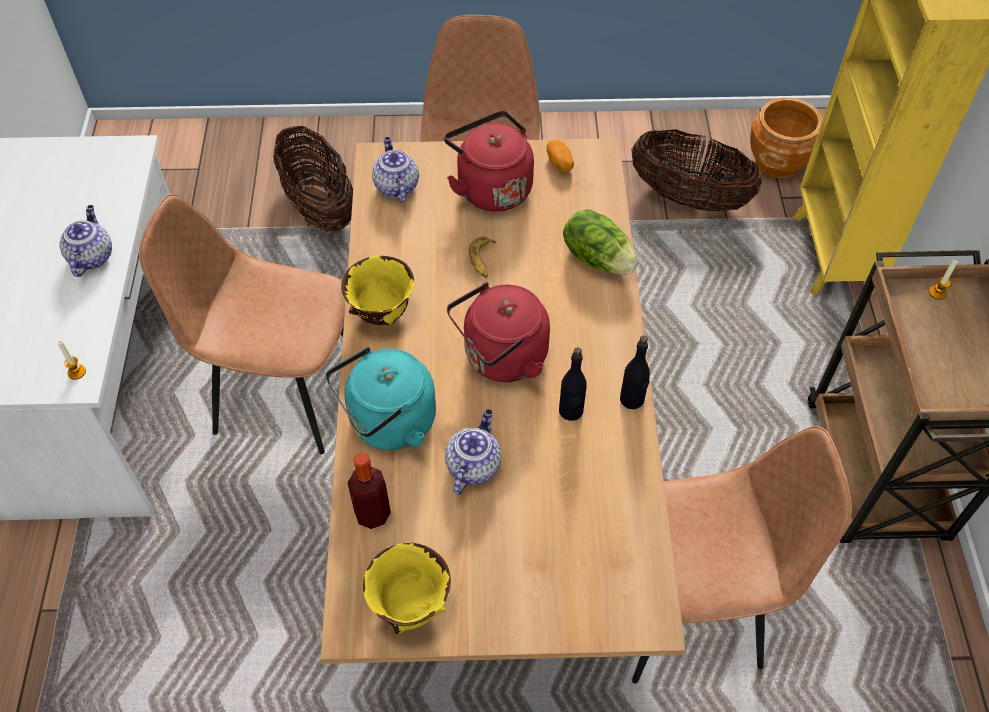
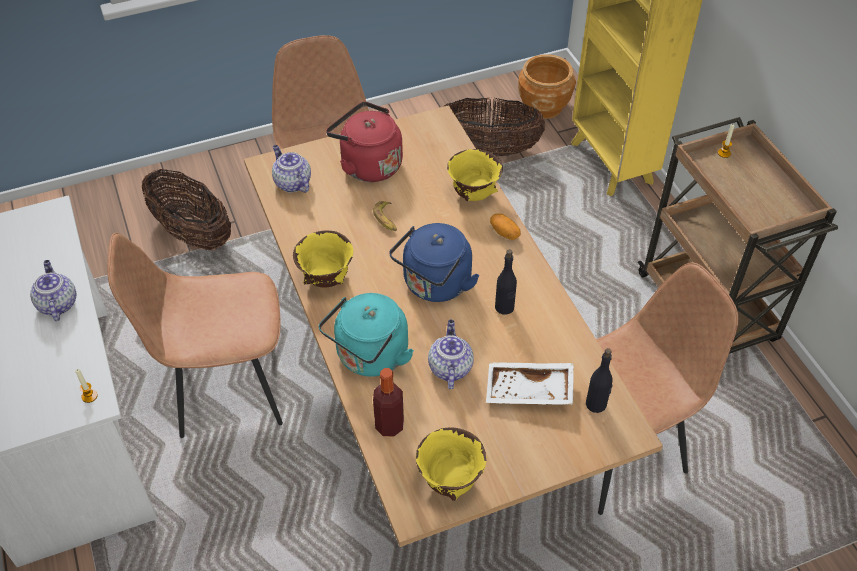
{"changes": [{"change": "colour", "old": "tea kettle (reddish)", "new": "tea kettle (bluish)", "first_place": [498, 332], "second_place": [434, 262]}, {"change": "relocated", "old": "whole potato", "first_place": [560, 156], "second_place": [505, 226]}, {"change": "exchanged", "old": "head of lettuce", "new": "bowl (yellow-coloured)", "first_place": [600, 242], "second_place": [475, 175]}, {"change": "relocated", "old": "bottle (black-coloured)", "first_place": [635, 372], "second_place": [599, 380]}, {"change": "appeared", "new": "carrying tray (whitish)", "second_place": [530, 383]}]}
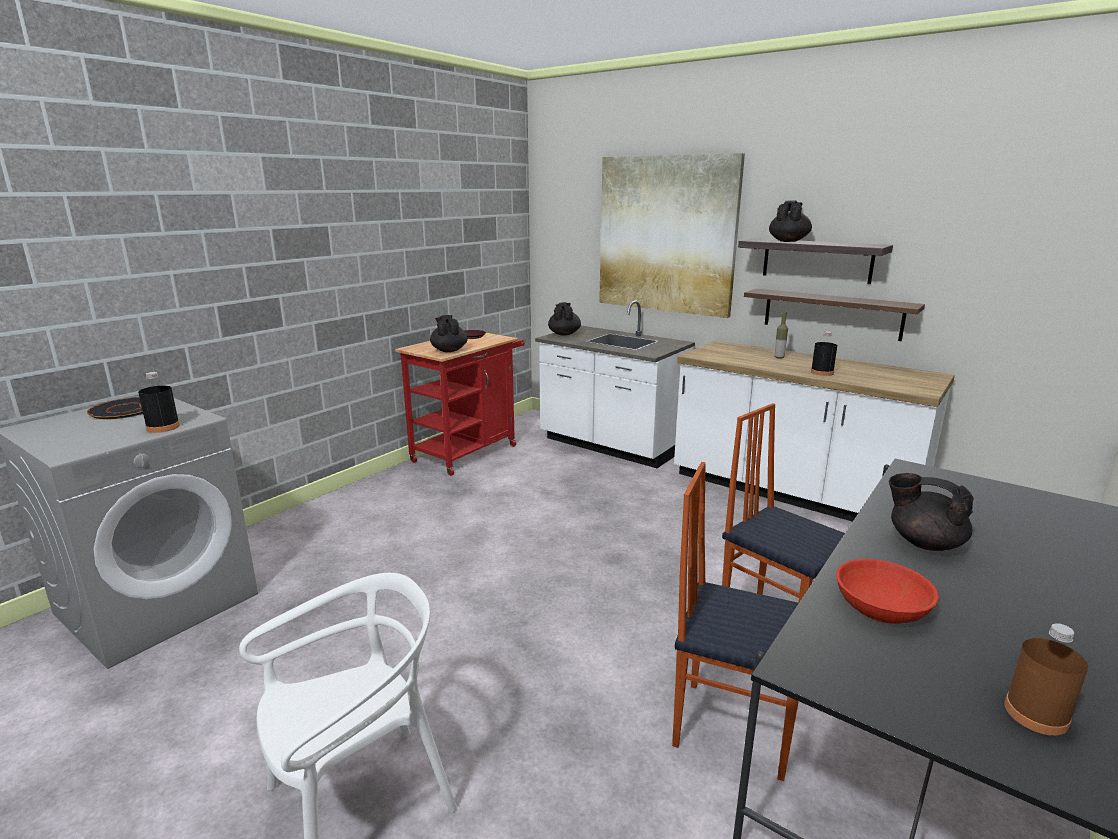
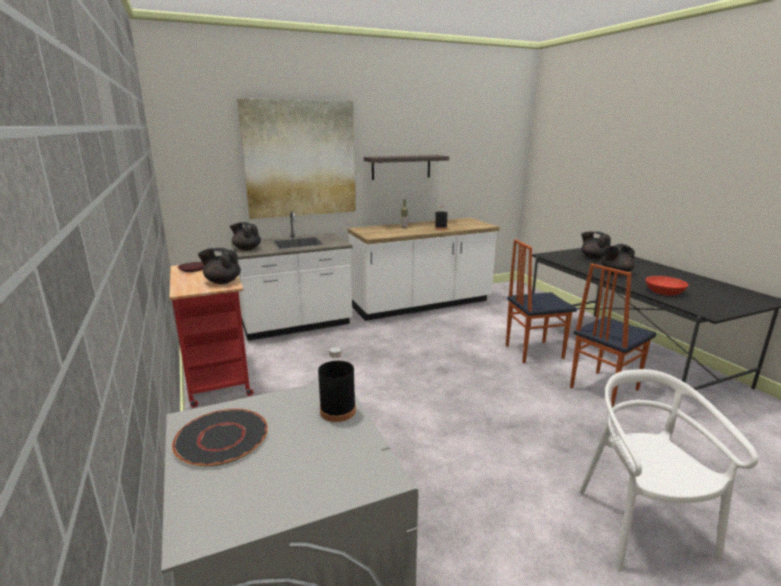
{"changes": [{"change": "missing", "old": "bracket shelf", "first_place": [834, 315]}, {"change": "relocated", "old": "tea pot (black-coloured)", "first_place": [790, 221], "second_place": [596, 245]}, {"change": "missing", "old": "bottle (brownish)", "first_place": [1046, 679]}]}
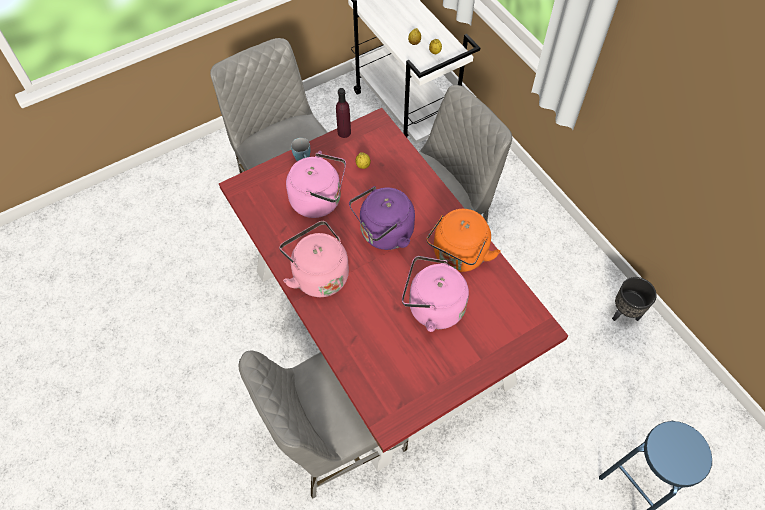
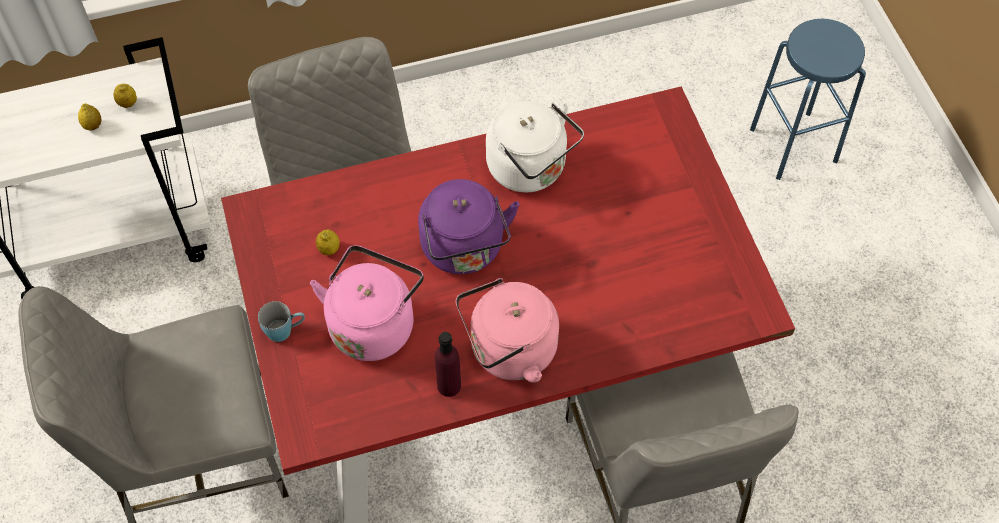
{"changes": [{"change": "relocated", "old": "bottle (purple-coloured)", "first_place": [343, 113], "second_place": [448, 364]}, {"change": "missing", "old": "tea kettle (pinkish)", "first_place": [435, 294]}, {"change": "colour", "old": "tea kettle (orange-coloured)", "new": "tea kettle (whitish)", "first_place": [463, 240], "second_place": [535, 146]}, {"change": "missing", "old": "planter (black-coloured)", "first_place": [634, 299]}]}
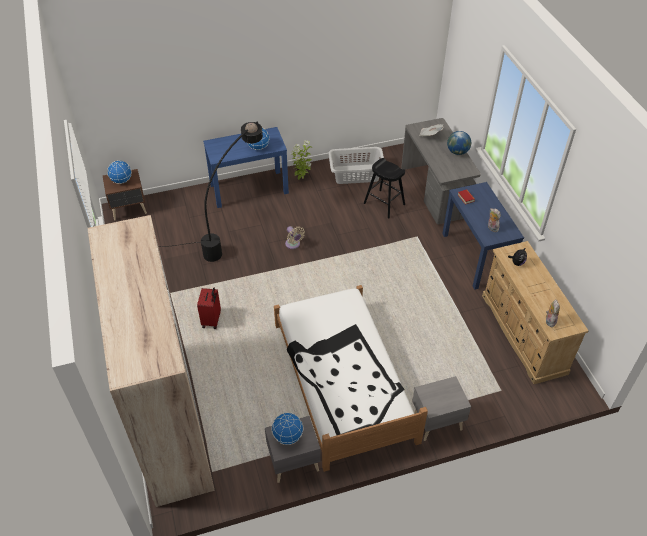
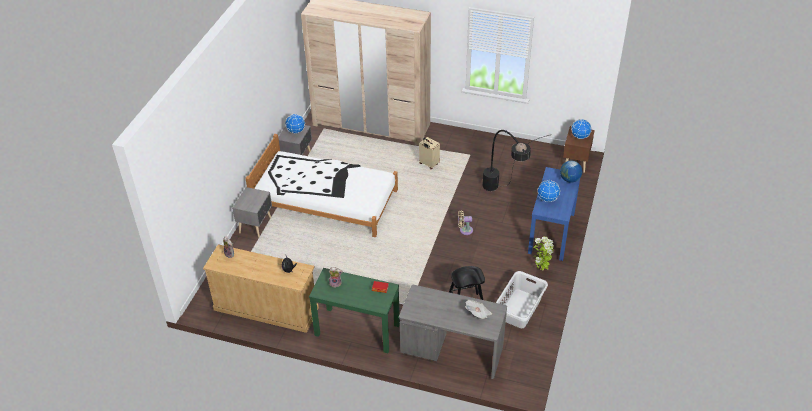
{"changes": [{"change": "colour", "old": "suitcase (reddish)", "new": "suitcase (sand-coloured)", "first_place": [209, 308], "second_place": [429, 153]}, {"change": "colour", "old": "hall table (bluish)", "new": "hall table (green)", "first_place": [483, 236], "second_place": [354, 310]}, {"change": "relocated", "old": "desk globe", "first_place": [459, 143], "second_place": [571, 172]}]}
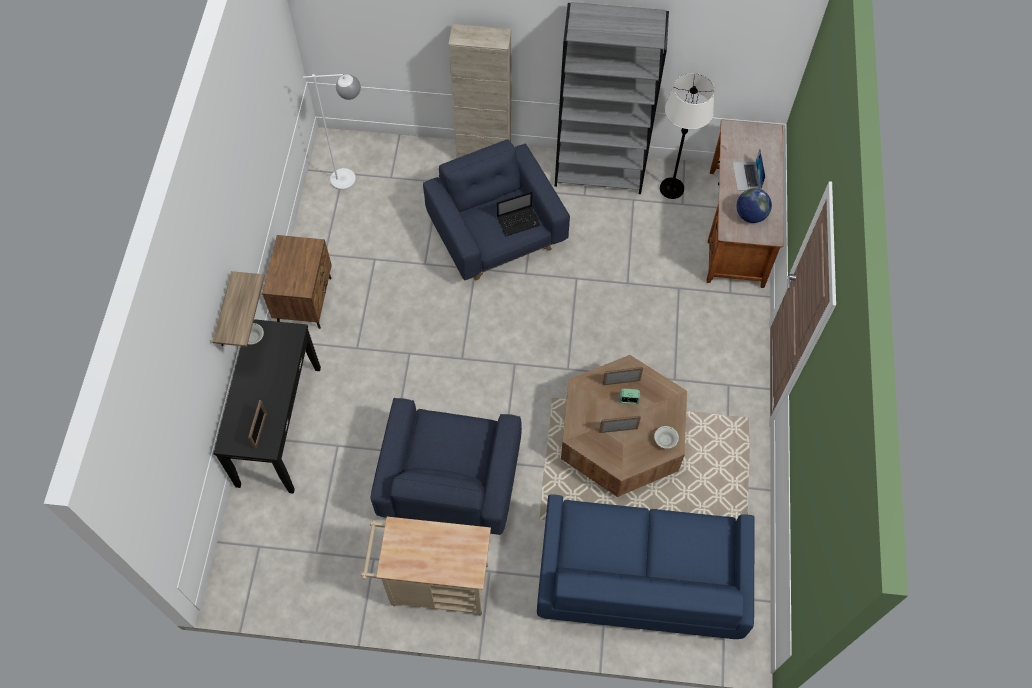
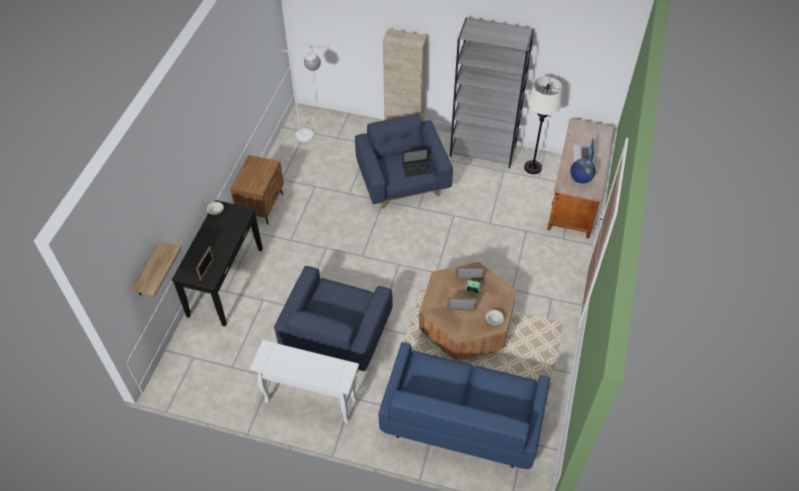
{"changes": [{"change": "relocated", "old": "bracket shelf", "first_place": [238, 309], "second_place": [156, 268]}, {"change": "exchanged", "old": "trolley (sand-coloured)", "new": "hall table (whitish)", "first_place": [426, 566], "second_place": [304, 382]}]}
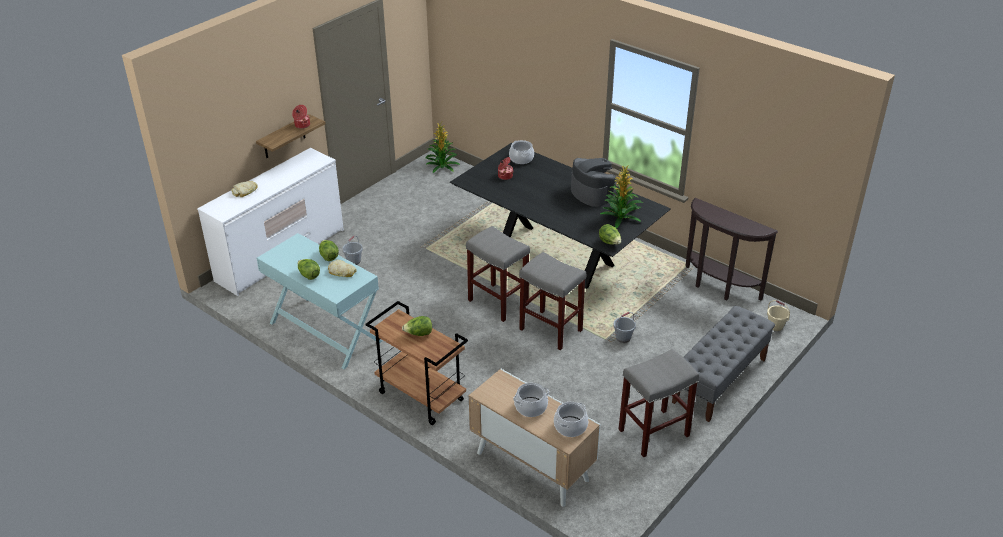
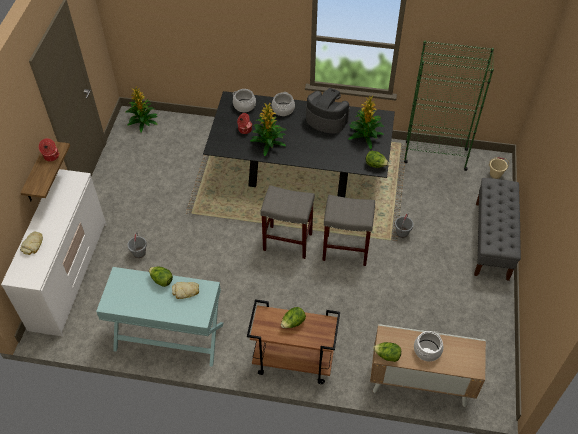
{"changes": [{"change": "relocated", "old": "head of lettuce", "first_place": [309, 269], "second_place": [387, 352]}, {"change": "relocated", "old": "cooking pot", "first_place": [571, 419], "second_place": [283, 104]}, {"change": "missing", "old": "sitting stool (greyish)", "first_place": [658, 403]}, {"change": "exchanged", "old": "hall table (brownish)", "new": "bookcase (green)", "first_place": [731, 249], "second_place": [449, 106]}, {"change": "appeared", "new": "plant in a pot", "second_place": [268, 129]}]}
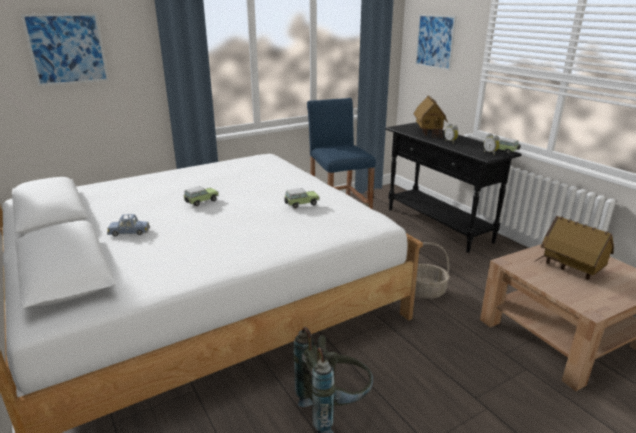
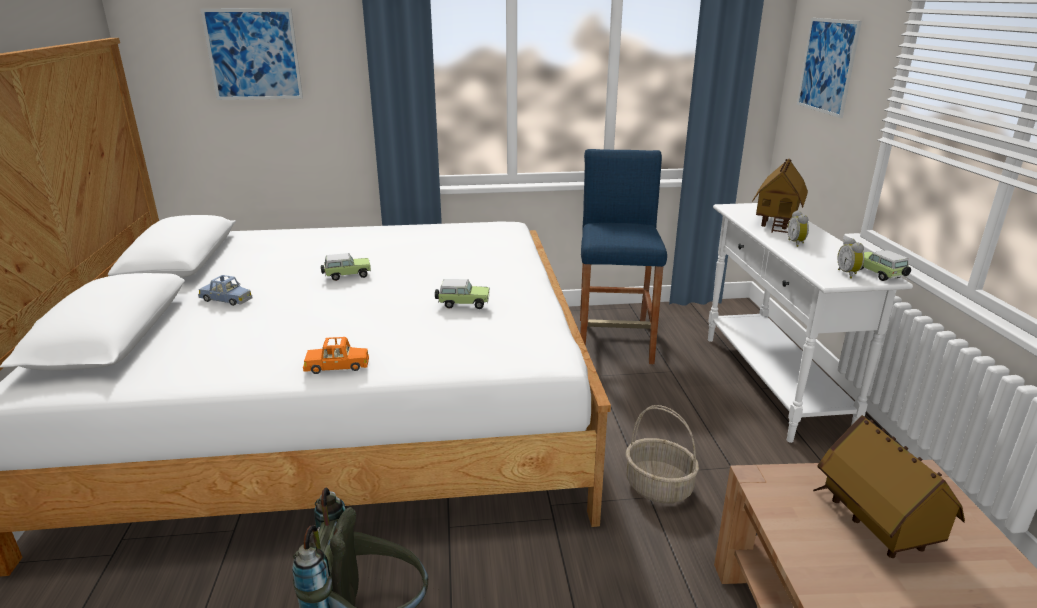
{"changes": [{"change": "colour", "old": "hall table (black-coloured)", "new": "hall table (whitish)", "first_place": [454, 187], "second_place": [810, 323]}, {"change": "appeared", "new": "miniature car (orange-coloured)", "second_place": [336, 355]}]}
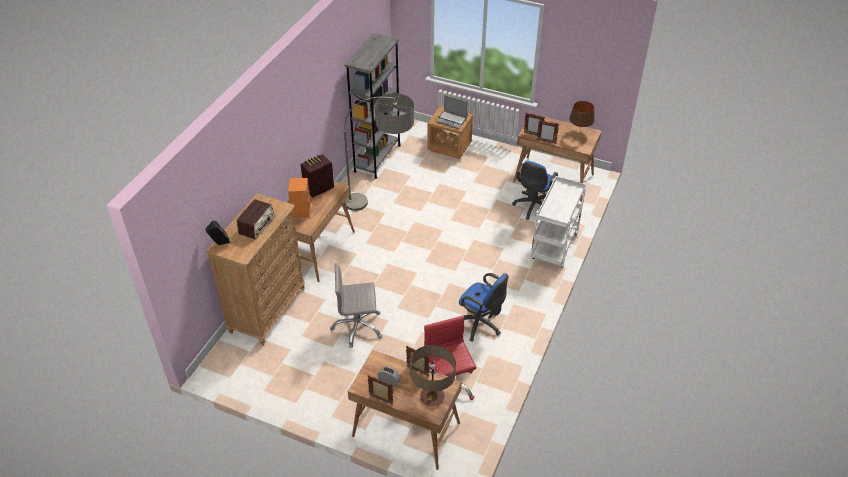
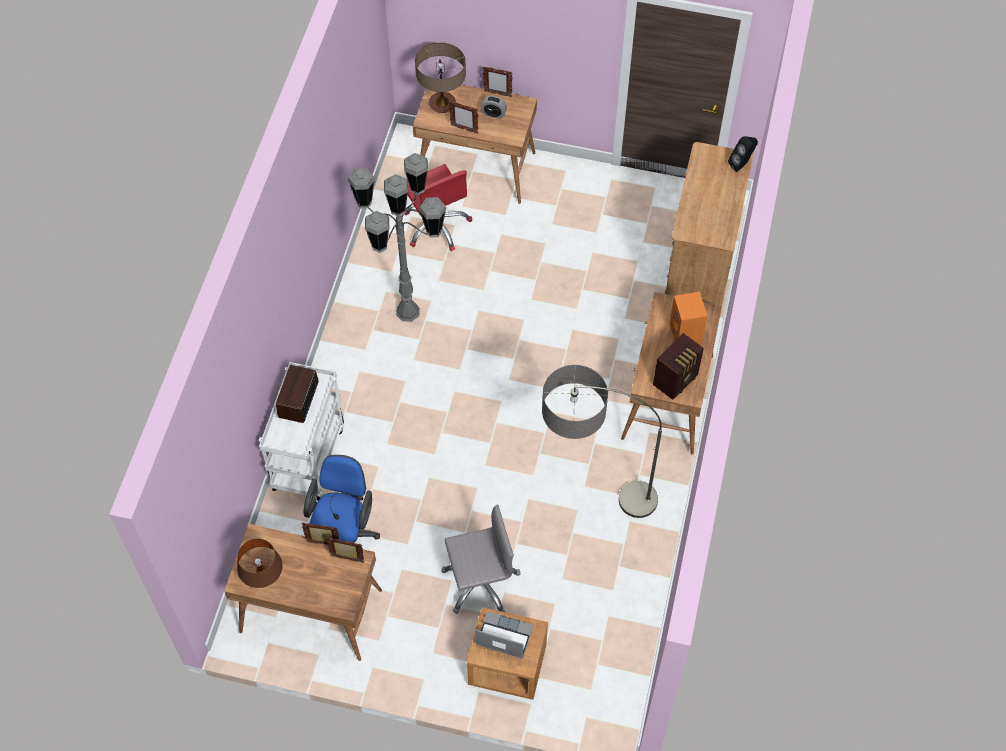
{"changes": [{"change": "relocated", "old": "radio receiver", "first_place": [255, 219], "second_place": [297, 394]}, {"change": "relocated", "old": "desk chair (greyish)", "first_place": [356, 305], "second_place": [481, 559]}, {"change": "missing", "old": "bookcase (greyish)", "first_place": [373, 106]}, {"change": "exchanged", "old": "desk chair (bluish)", "new": "floor lamp (greyish)", "first_place": [483, 307], "second_place": [397, 237]}]}
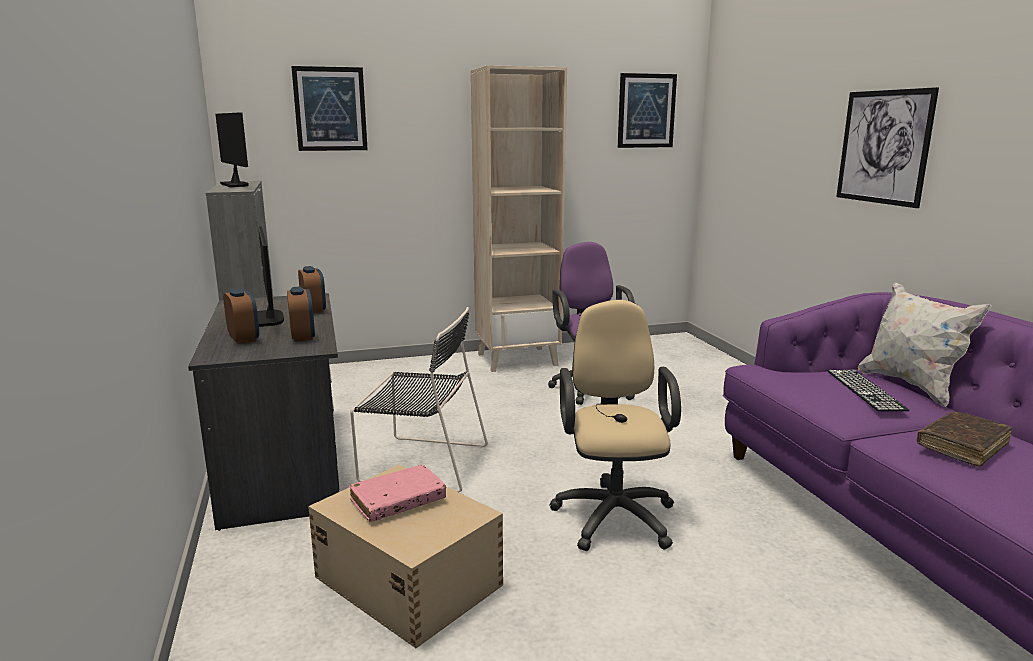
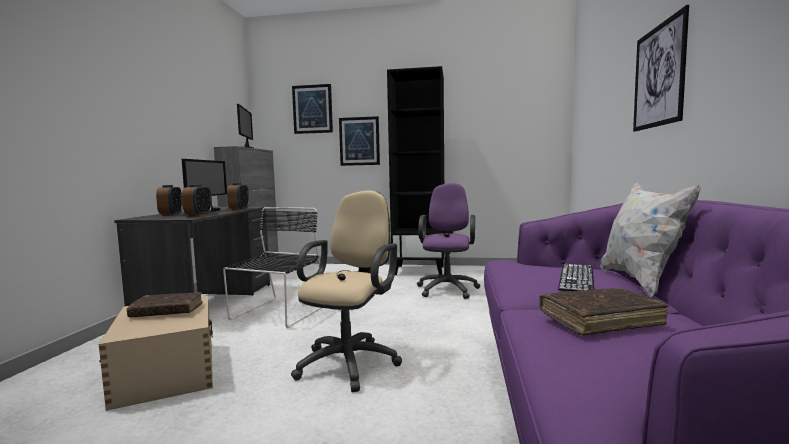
{"changes": [{"change": "colour", "old": "bound book (pinkish)", "new": "bound book (brownish)", "first_place": [397, 493], "second_place": [165, 304]}, {"change": "spun", "old": "plain chair (black-coloured)", "first_place": [419, 399], "second_place": [272, 267], "degrees": -105}, {"change": "colour", "old": "bookcase (sand-coloured)", "new": "bookcase (black-coloured)", "first_place": [519, 218], "second_place": [416, 170]}, {"change": "relocated", "old": "wall art", "first_place": [647, 110], "second_place": [359, 141]}]}
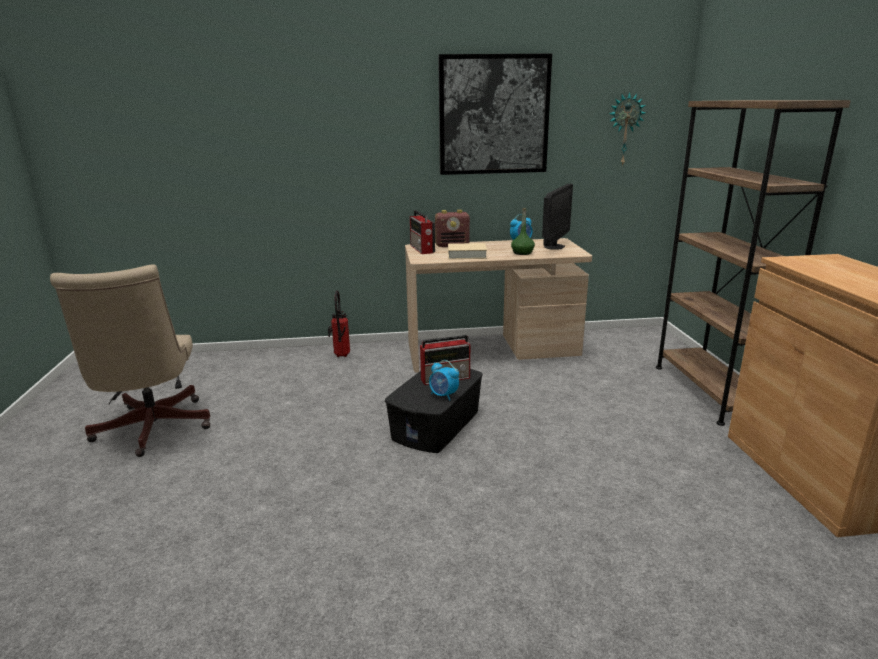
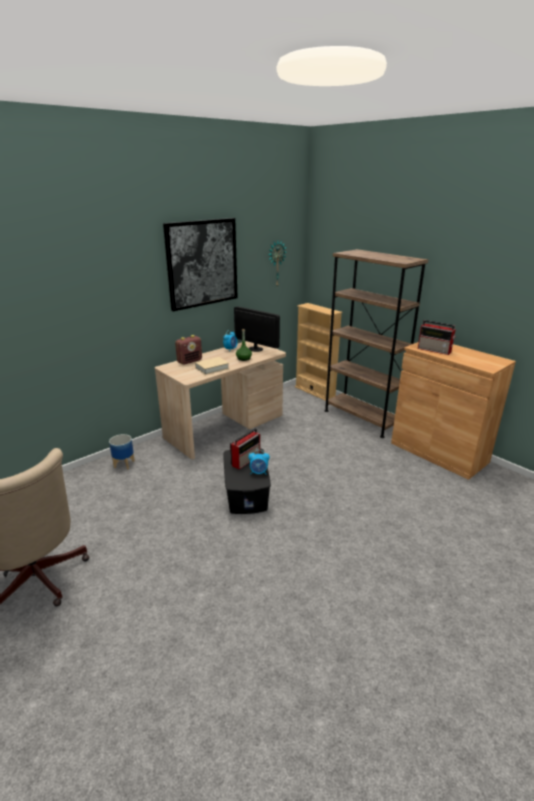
{"changes": [{"change": "exchanged", "old": "extinguisher", "new": "planter", "first_place": [339, 324], "second_place": [122, 451]}, {"change": "relocated", "old": "radio receiver", "first_place": [422, 232], "second_place": [437, 337]}, {"change": "spun", "old": "computer screen", "first_place": [557, 217], "second_place": [257, 329], "degrees": -45}, {"change": "appeared", "new": "bookcase (sand-coloured)", "second_place": [318, 352]}]}
